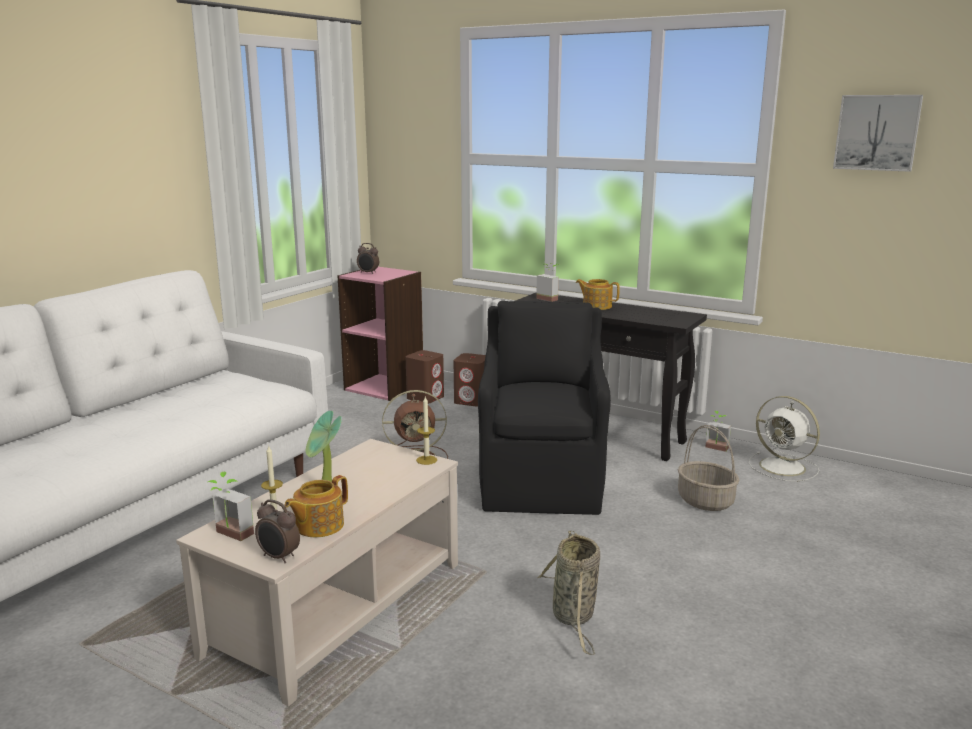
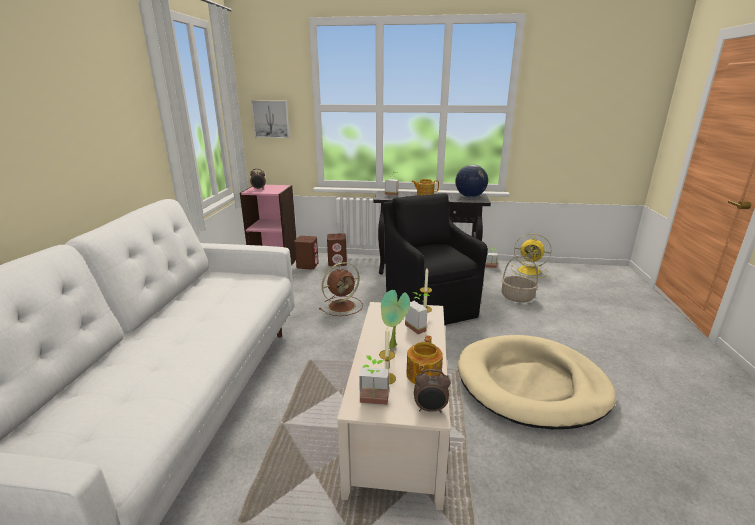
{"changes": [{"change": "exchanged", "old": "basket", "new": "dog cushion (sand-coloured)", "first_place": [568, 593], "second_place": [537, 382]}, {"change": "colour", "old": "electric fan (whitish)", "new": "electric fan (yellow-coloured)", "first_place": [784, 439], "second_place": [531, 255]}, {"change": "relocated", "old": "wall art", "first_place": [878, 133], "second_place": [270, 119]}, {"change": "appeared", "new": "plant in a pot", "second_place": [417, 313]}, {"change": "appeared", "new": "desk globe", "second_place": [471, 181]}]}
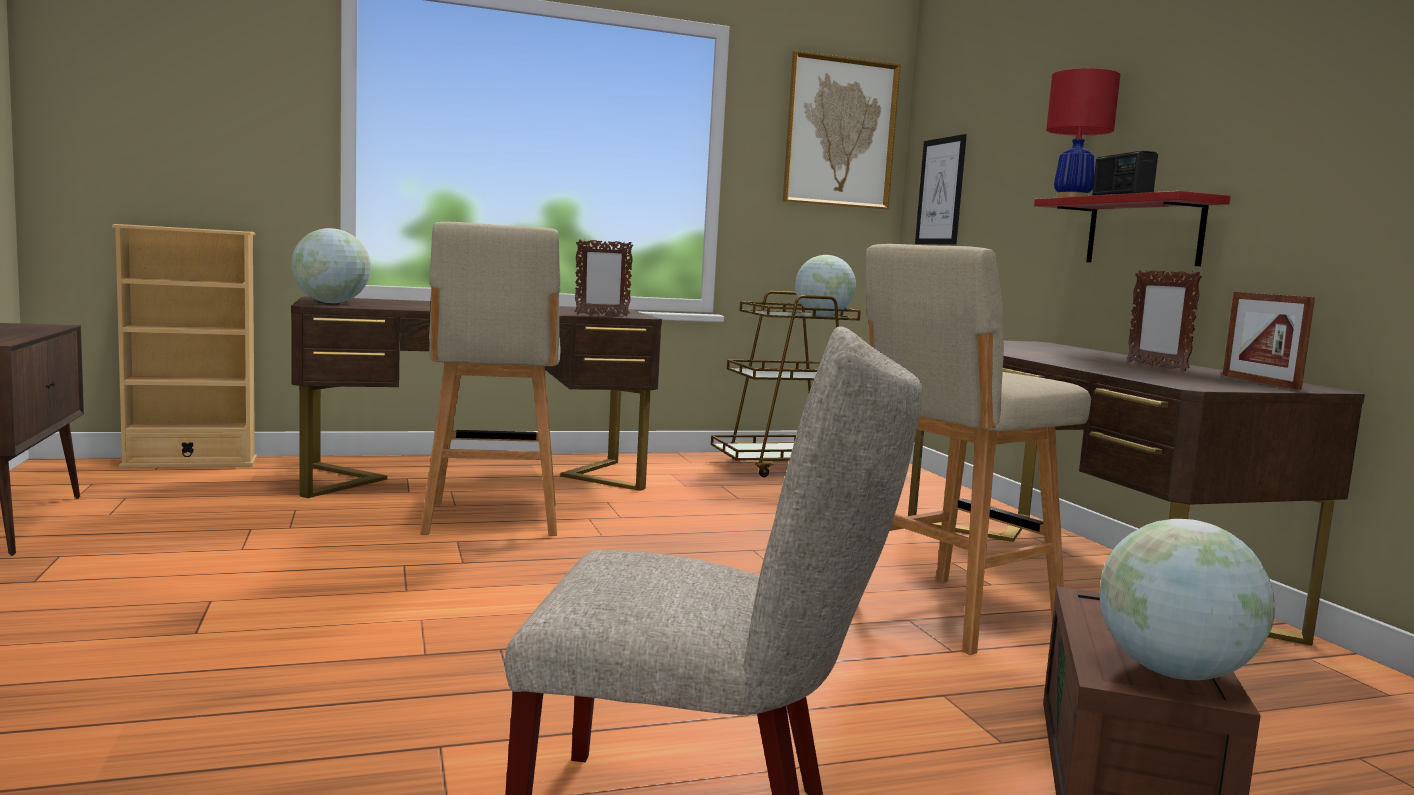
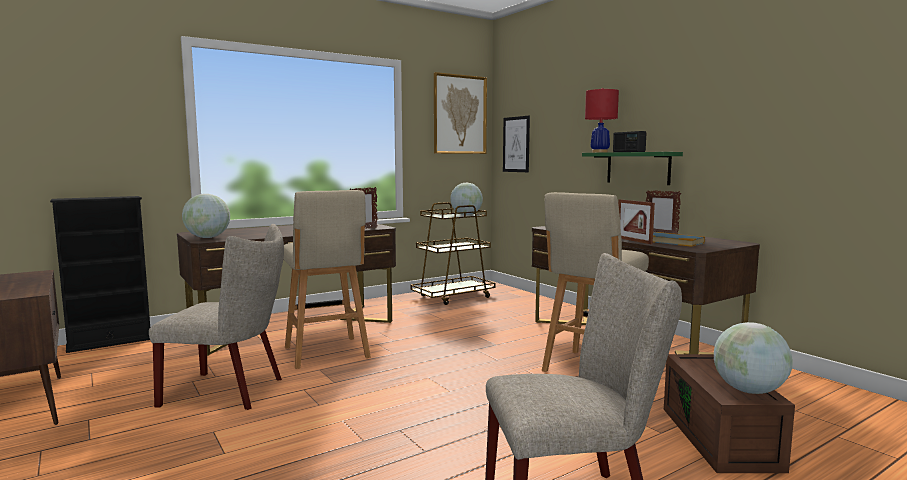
{"changes": [{"change": "colour", "old": "bookcase (sand-coloured)", "new": "bookcase (black-coloured)", "first_place": [184, 346], "second_place": [100, 274]}, {"change": "colour", "old": "bracket shelf (reddish)", "new": "bracket shelf (green)", "first_place": [1132, 228], "second_place": [632, 168]}, {"change": "relocated", "old": "photo frame", "first_place": [1269, 341], "second_place": [636, 221]}, {"change": "appeared", "new": "plain chair (sand-coloured)", "second_place": [216, 317]}, {"change": "appeared", "new": "bound book", "second_place": [679, 239]}]}
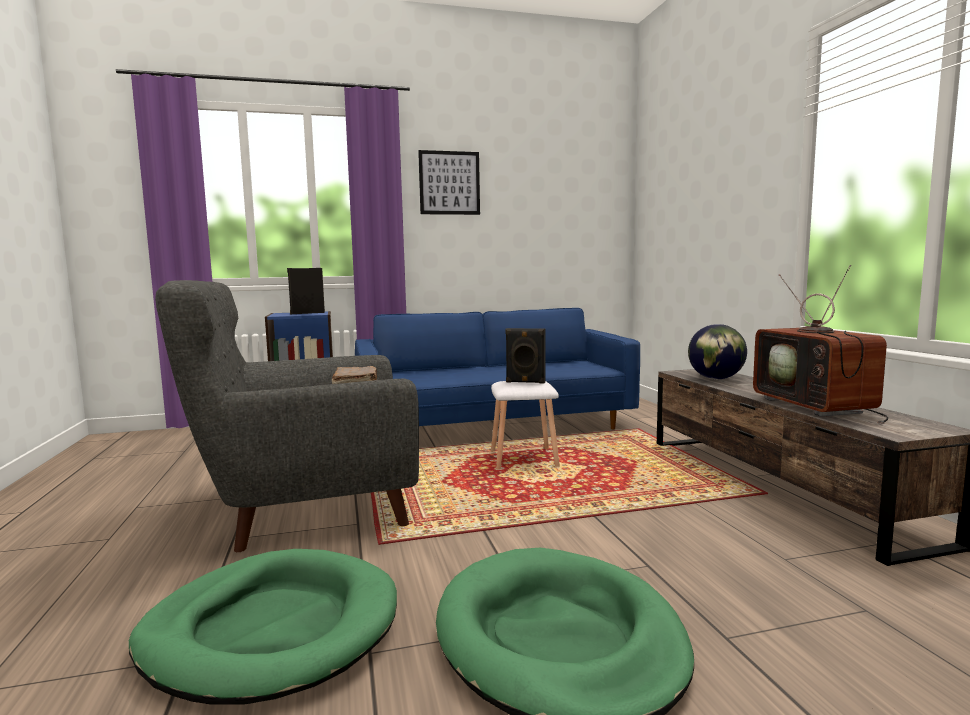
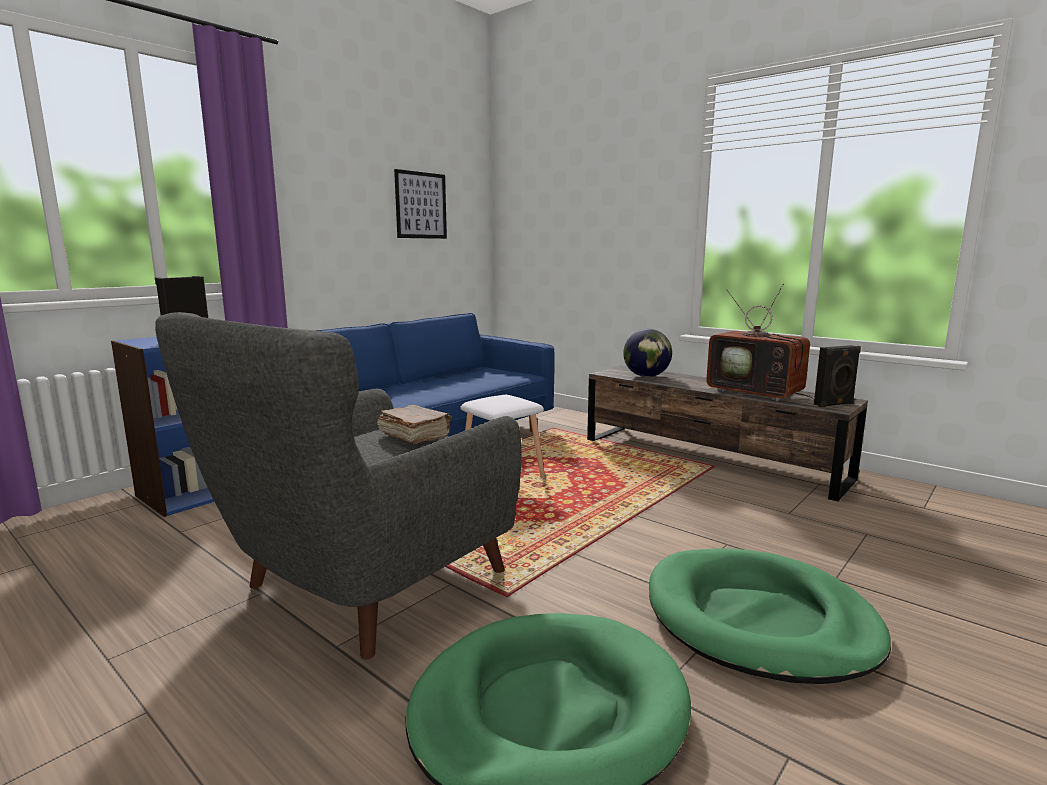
{"changes": [{"change": "relocated", "old": "wall art", "first_place": [449, 182], "second_place": [420, 204]}, {"change": "relocated", "old": "loudspeaker (black-coloured)", "first_place": [525, 356], "second_place": [837, 376]}]}
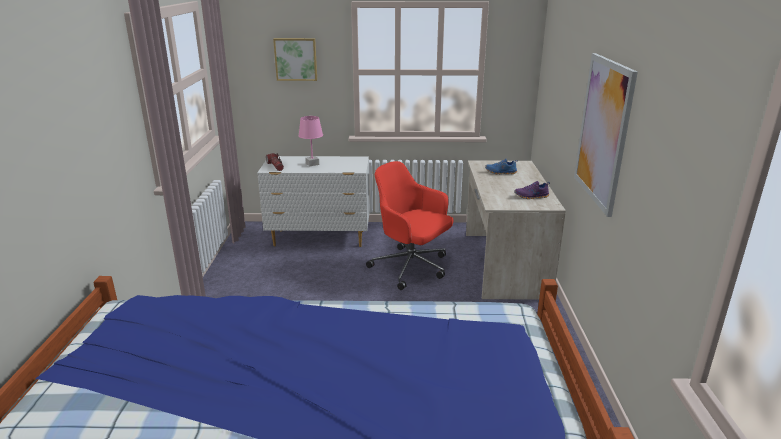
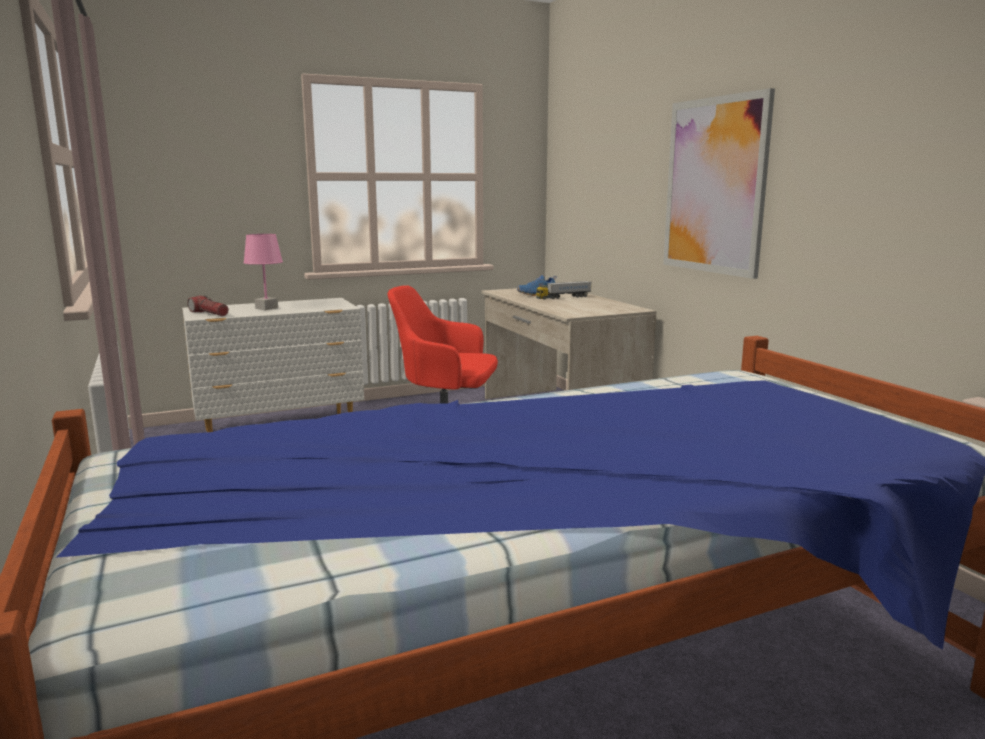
{"changes": [{"change": "missing", "old": "wall art", "first_place": [295, 59]}, {"change": "missing", "old": "low shoe (purple-coloured)", "first_place": [532, 190]}, {"change": "appeared", "new": "toy lorry", "second_place": [564, 290]}]}
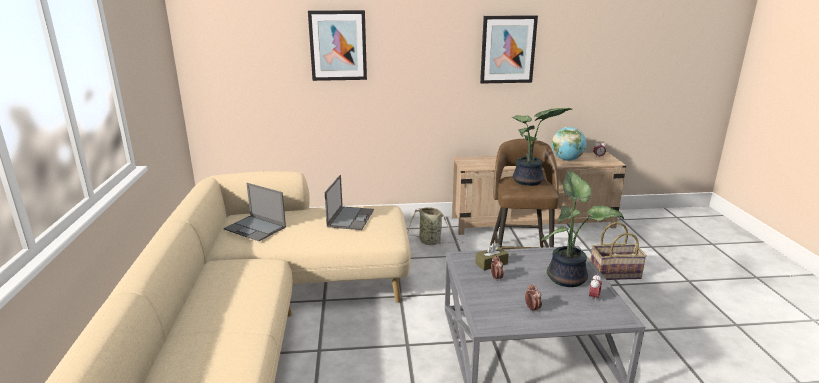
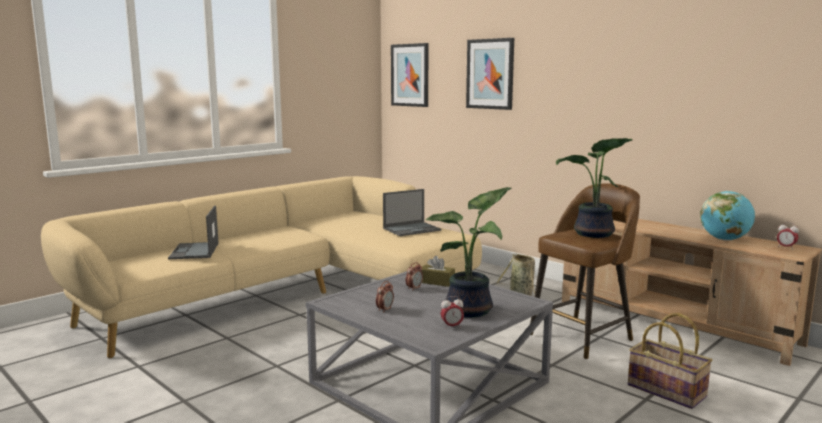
{"changes": [{"change": "relocated", "old": "notebook computer", "first_place": [255, 212], "second_place": [193, 232]}, {"change": "relocated", "old": "wall art", "first_place": [509, 49], "second_place": [410, 75]}]}
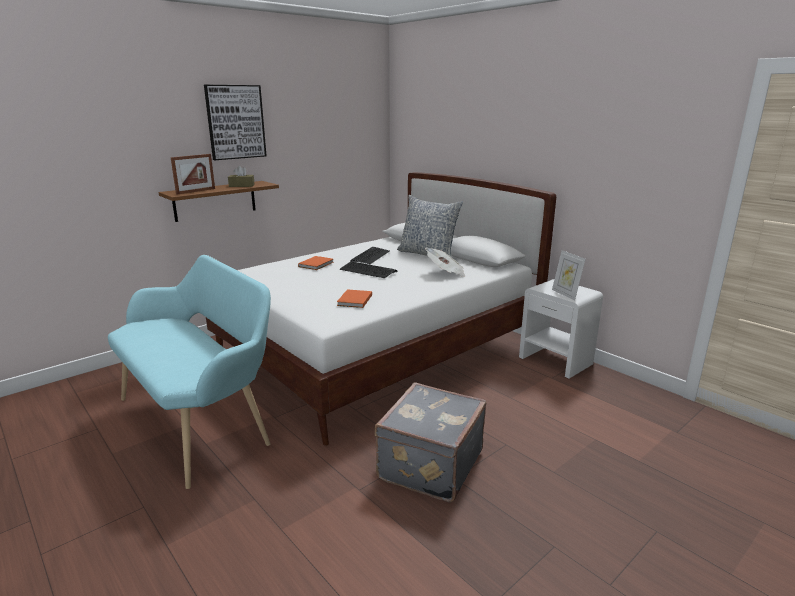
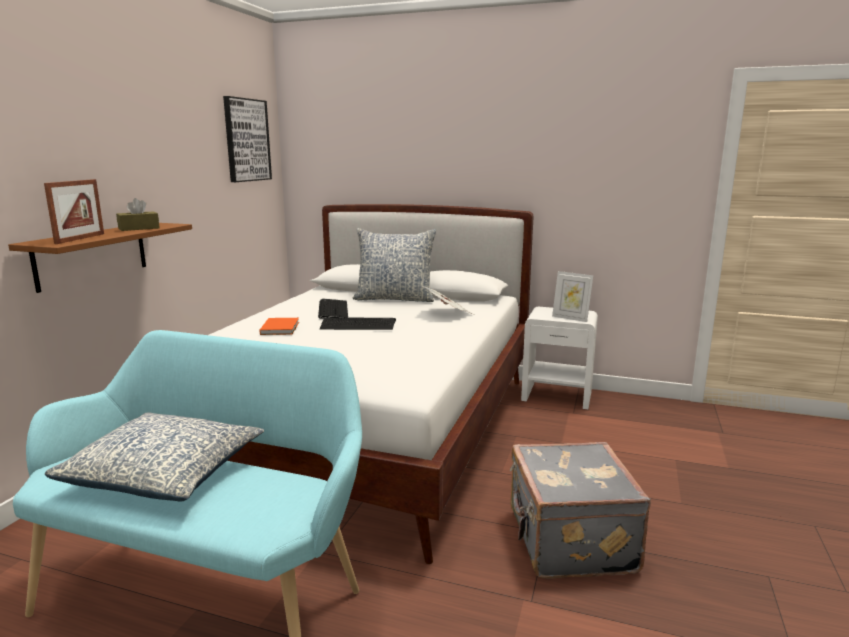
{"changes": [{"change": "relocated", "old": "wall art", "first_place": [235, 122], "second_place": [247, 139]}, {"change": "missing", "old": "bound book (orange-coloured)", "first_place": [354, 298]}, {"change": "appeared", "new": "cushion", "second_place": [154, 456]}]}
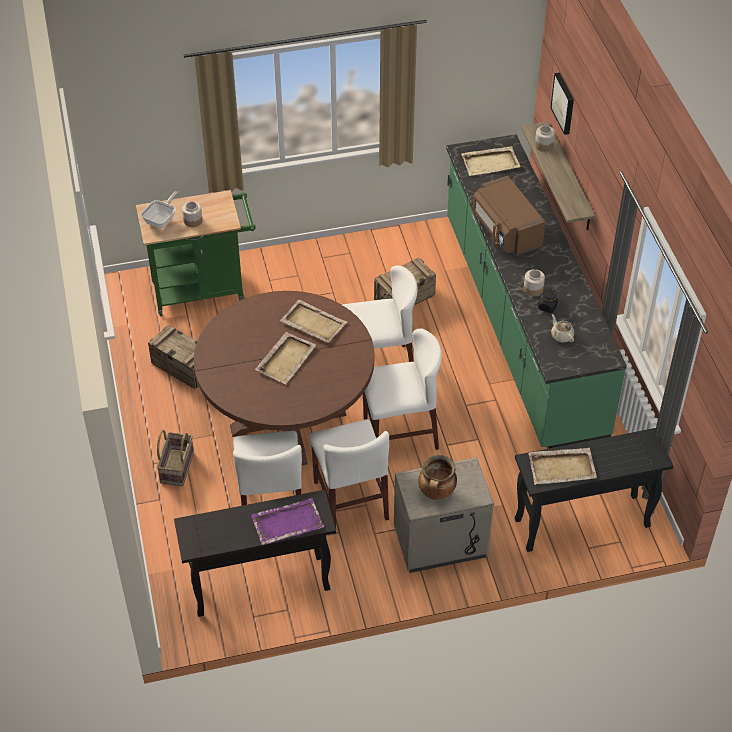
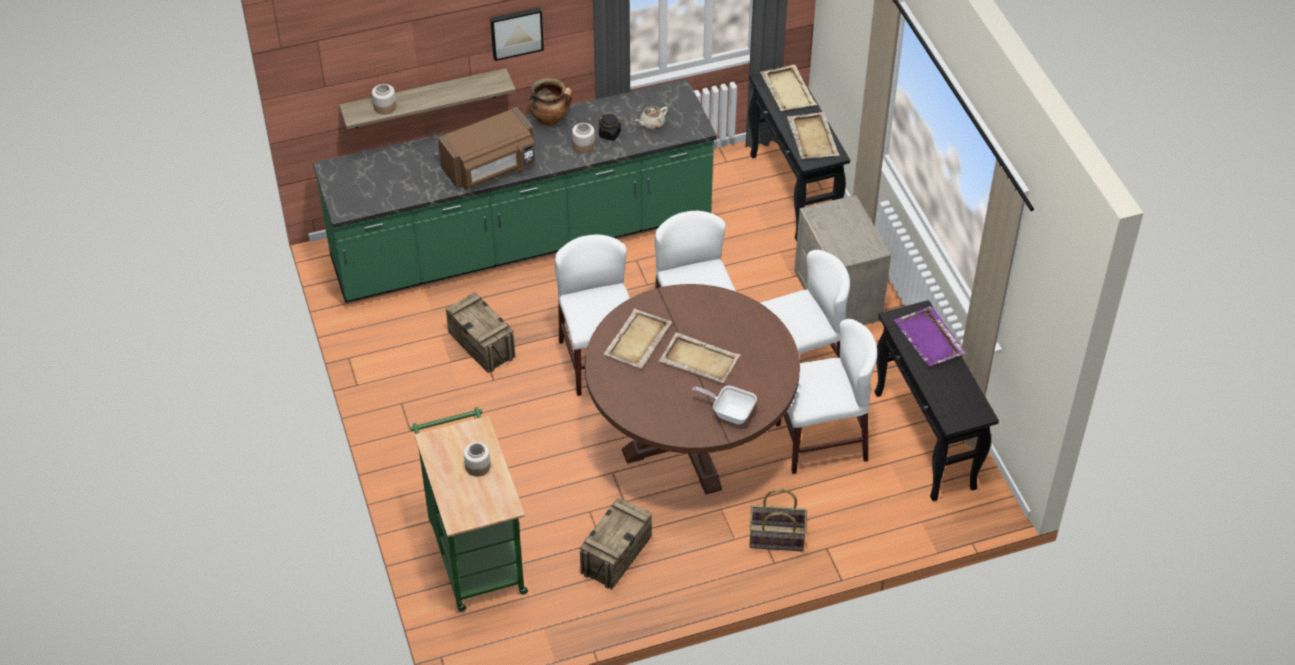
{"changes": [{"change": "relocated", "old": "frying pan", "first_place": [160, 210], "second_place": [724, 405]}, {"change": "relocated", "old": "cooking pot", "first_place": [437, 477], "second_place": [551, 102]}, {"change": "relocated", "old": "carrying tray (sand-coloured)", "first_place": [491, 161], "second_place": [788, 88]}, {"change": "relocated", "old": "wall art", "first_place": [562, 103], "second_place": [517, 34]}]}
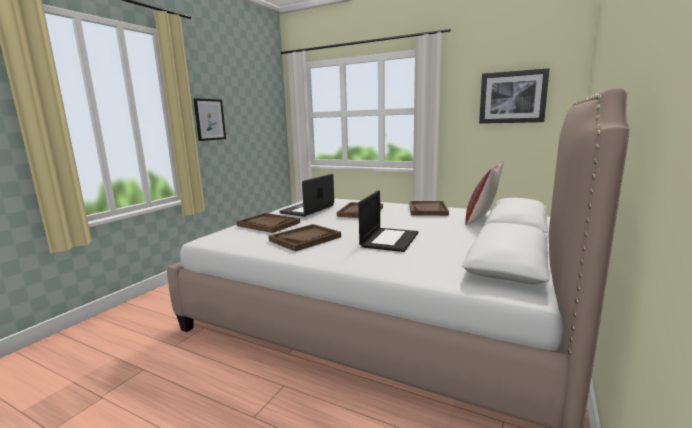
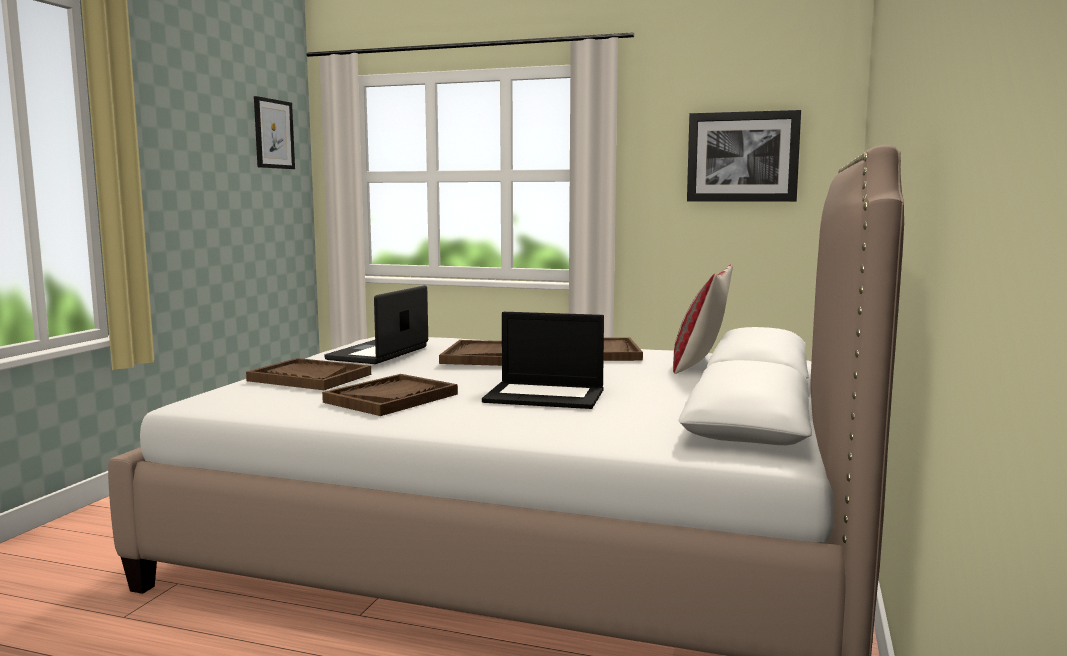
{"changes": [{"change": "relocated", "old": "wall art", "first_place": [209, 119], "second_place": [274, 132]}, {"change": "spun", "old": "notebook computer", "first_place": [388, 221], "second_place": [543, 360], "degrees": 90}]}
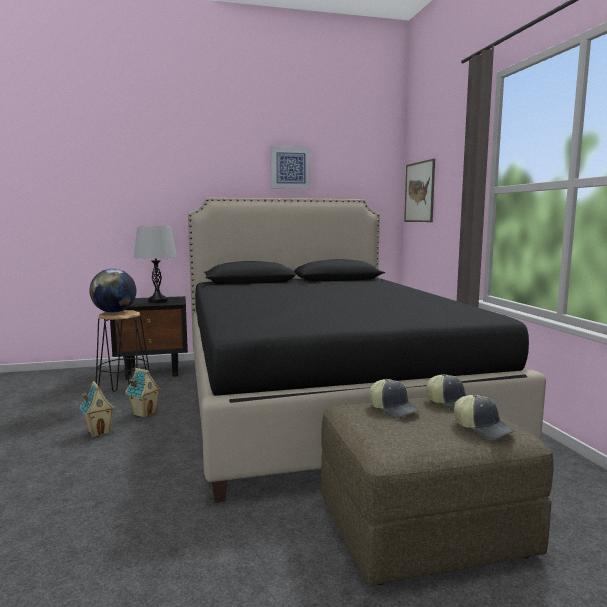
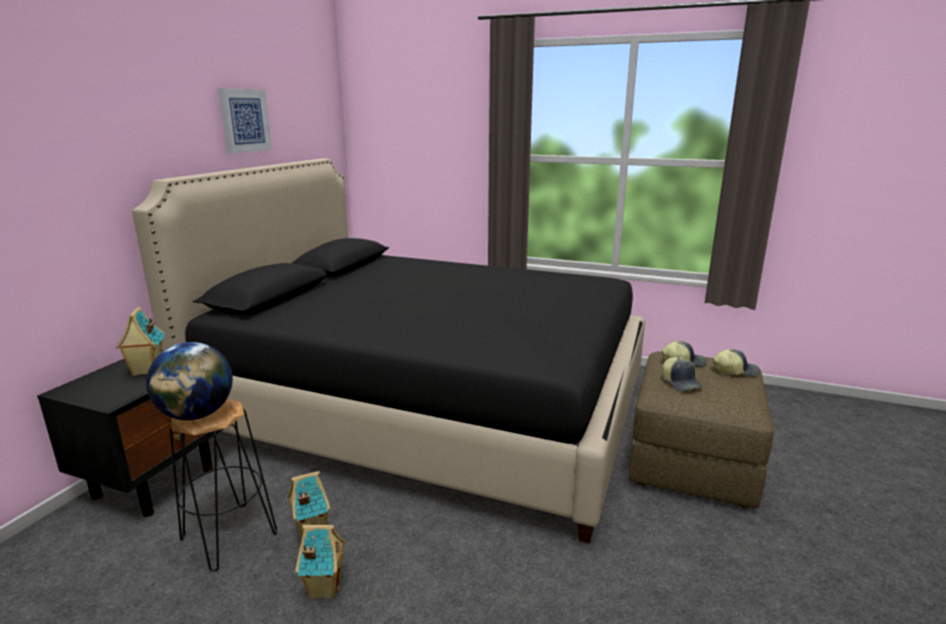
{"changes": [{"change": "exchanged", "old": "tabletop lamp (greyish)", "new": "toy house", "first_place": [155, 265], "second_place": [140, 341]}, {"change": "spun", "old": "cap", "first_place": [394, 398], "second_place": [682, 374], "degrees": 75}, {"change": "missing", "old": "wall art", "first_place": [419, 190]}]}
